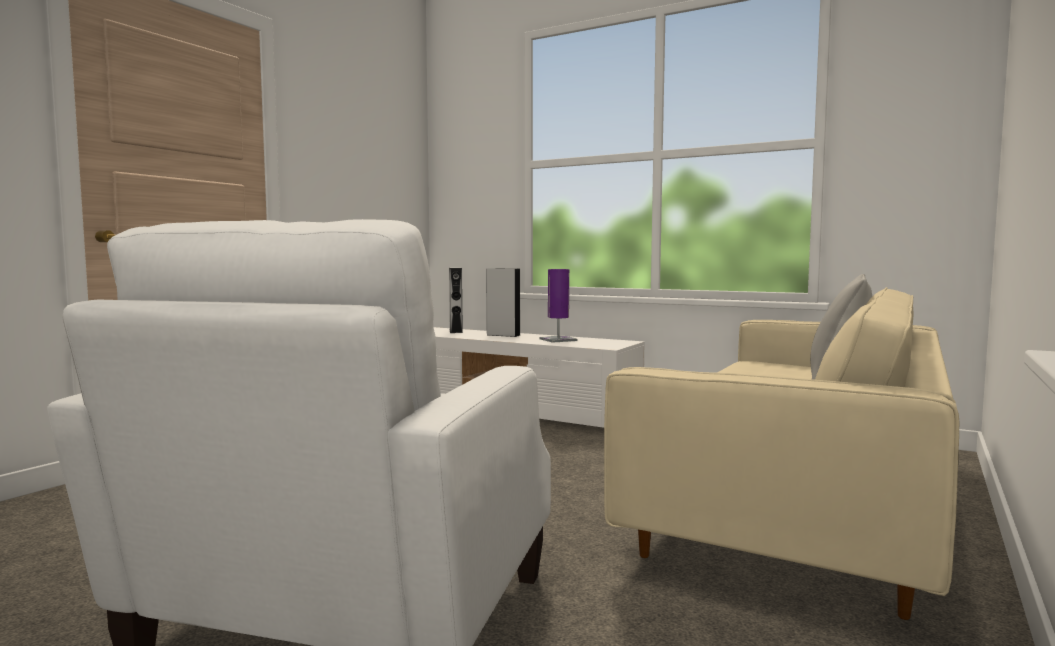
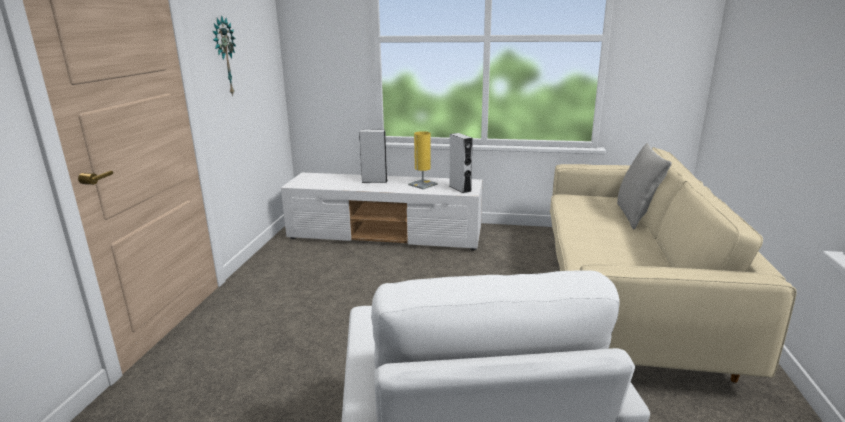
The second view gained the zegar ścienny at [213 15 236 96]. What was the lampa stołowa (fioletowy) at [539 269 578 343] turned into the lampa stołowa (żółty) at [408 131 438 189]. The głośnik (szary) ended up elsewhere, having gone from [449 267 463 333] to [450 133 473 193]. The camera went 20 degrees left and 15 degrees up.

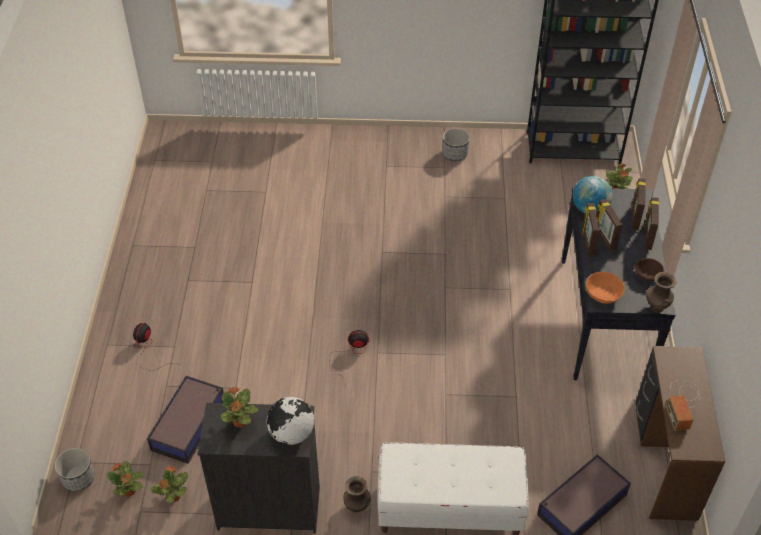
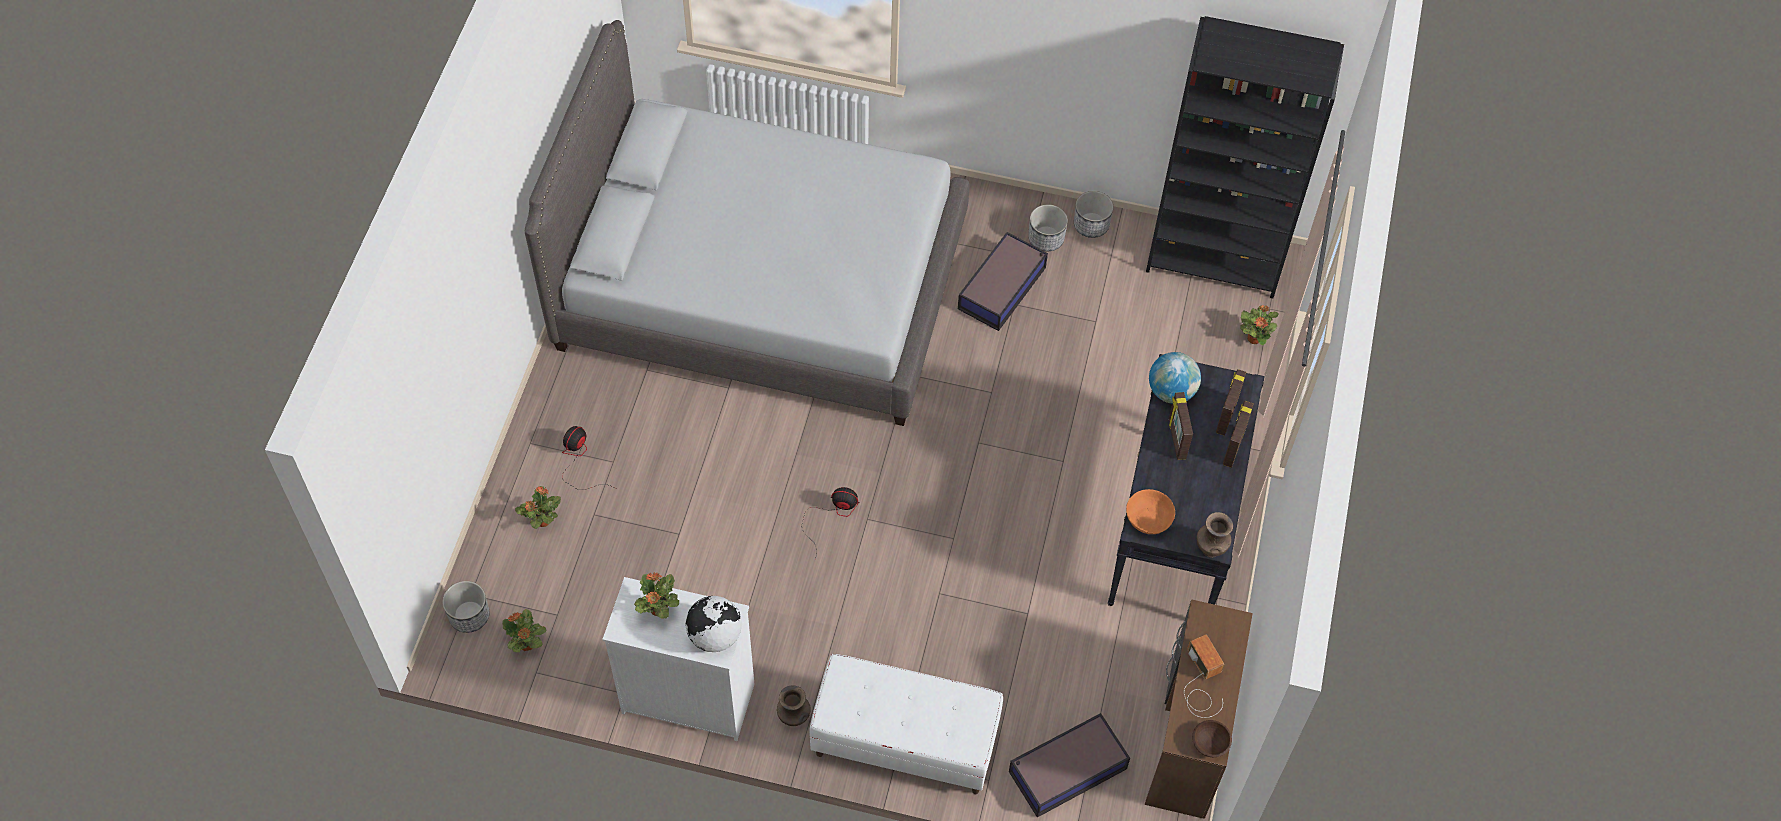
The roślina doniczkowa ended up elsewhere, having gone from [150 466 188 503] to [515 486 561 529]. The second view gained the łóżko (szary) at [525 20 969 426]. What was the komoda (czarny) at [197 403 320 534] turned into the komoda (biały) at [602 577 755 741]. The pojemnik do przechowywania ended up elsewhere, having gone from [147 376 224 464] to [958 232 1048 331]. The second view gained the donica at [1074 191 1113 238]. The radio at [666 380 700 431] ended up facing another way, 150 degrees clockwise from before. The miska (brązowy) ended up elsewhere, having gone from [635 258 664 281] to [1192 720 1232 757]. The second view lost the ramka na zdjęcie at [582 203 601 256]. The camera went 10 degrees right and 10 degrees up.

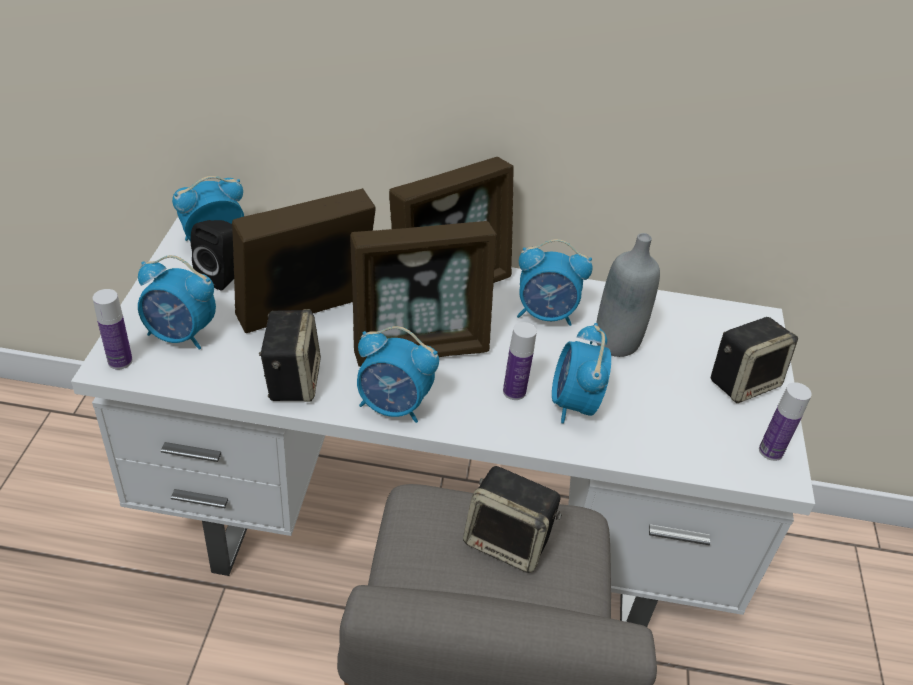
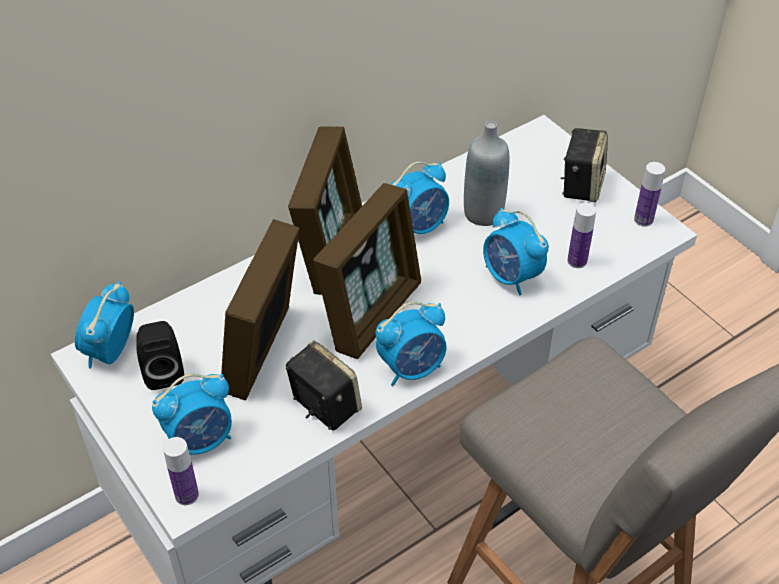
The butelka ended up elsewhere, having gone from [503 322 537 400] to [567 203 596 268]. The second view lost the głośnik at [463 466 562 573]. The camera went 40 degrees left and 5 degrees up.

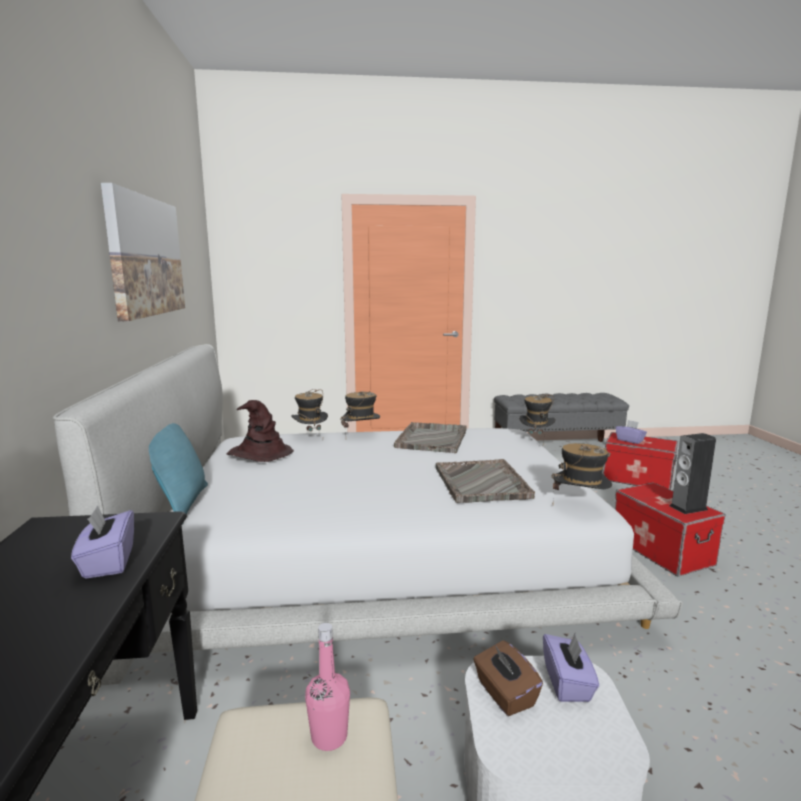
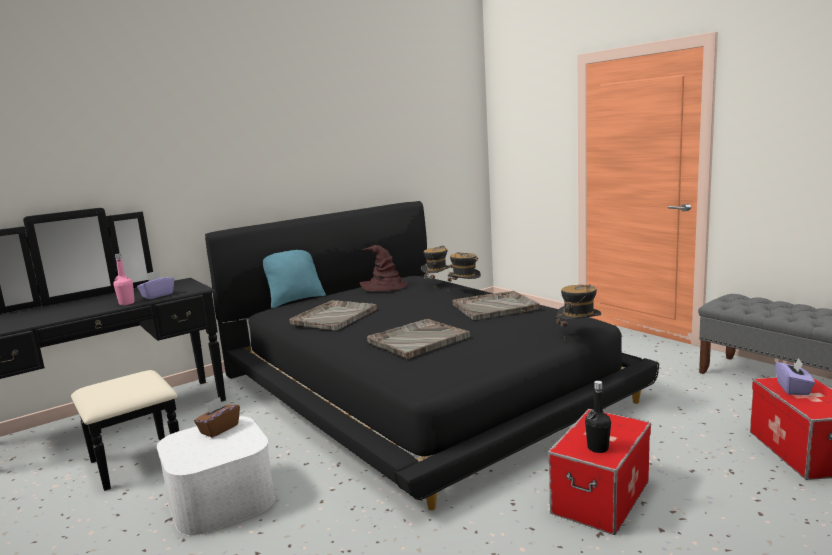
The butelka (różowy) ended up elsewhere, having gone from [305 623 350 751] to [113 254 135 305]. What was the łóżko (biały) at [53 344 682 685] turned into the łóżko (czarny) at [205 201 659 510]. The second view gained the taca (szary) at [289 300 377 331]. Where the głośnik stood at [669 433 716 514], the butelka (czarny) came to stand at [585 381 611 453]. The second view lost the obraz at [101 183 185 321]. The second view lost the pudełko chusteczek (fioletowy) at [543 634 599 702]. The second view lost the kapelusz at [552 443 612 497]. The camera went 60 degrees right and 0 degrees up.

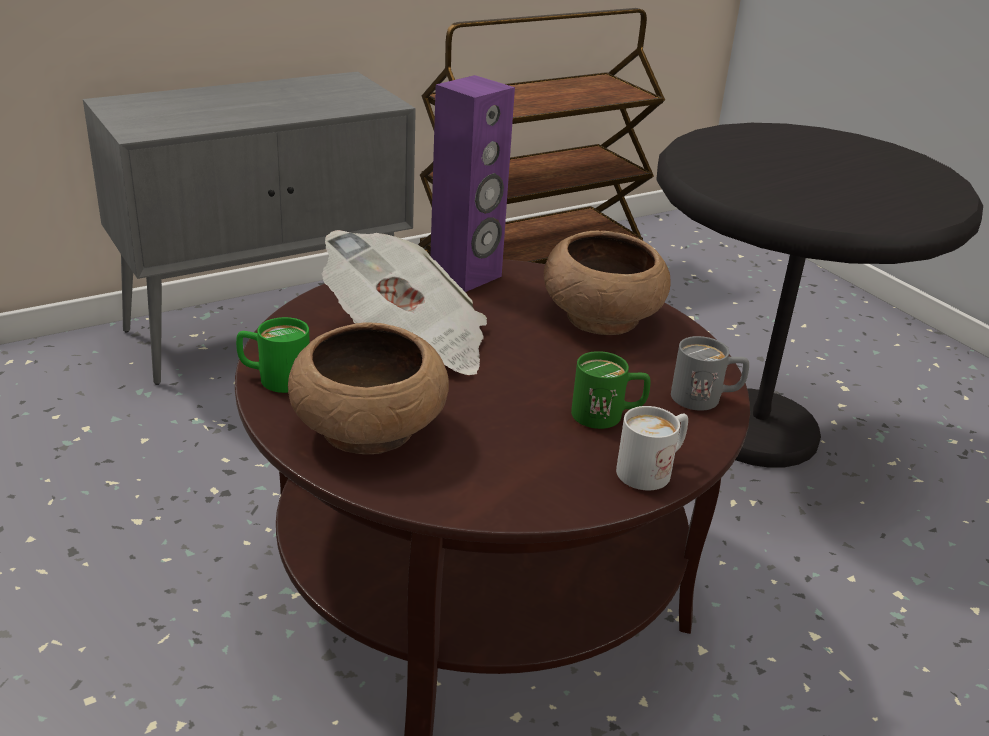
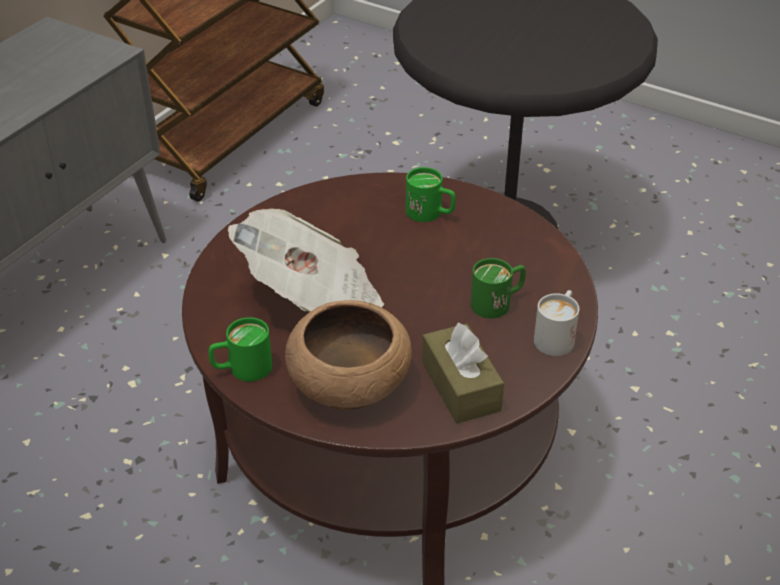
Where the miska (brązowy) stood at [544 231 671 335], the kubek (zielony) came to stand at [406 167 456 222]. The second view gained the pudełko chusteczek (brązowy) at [422 322 504 424]. The second view lost the głośnik (fioletowy) at [430 75 515 292]. The second view lost the kubek (szary) at [671 336 749 411]. The camera went 25 degrees left and 10 degrees up.

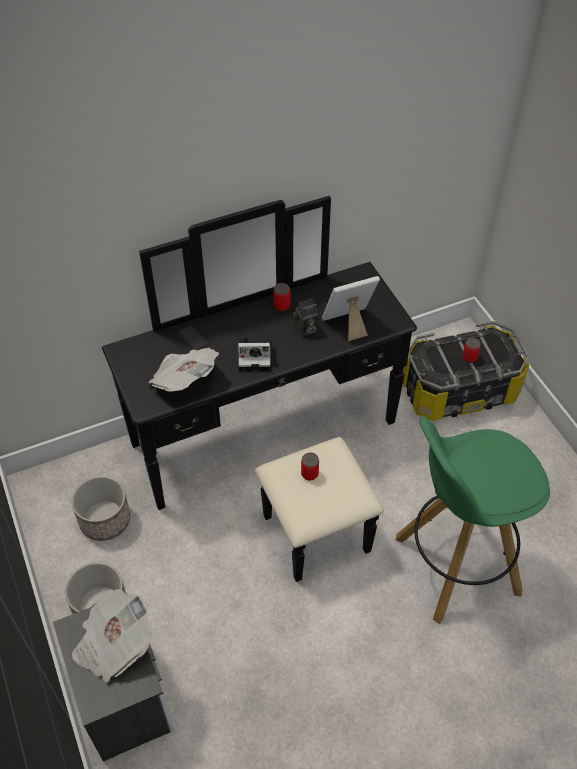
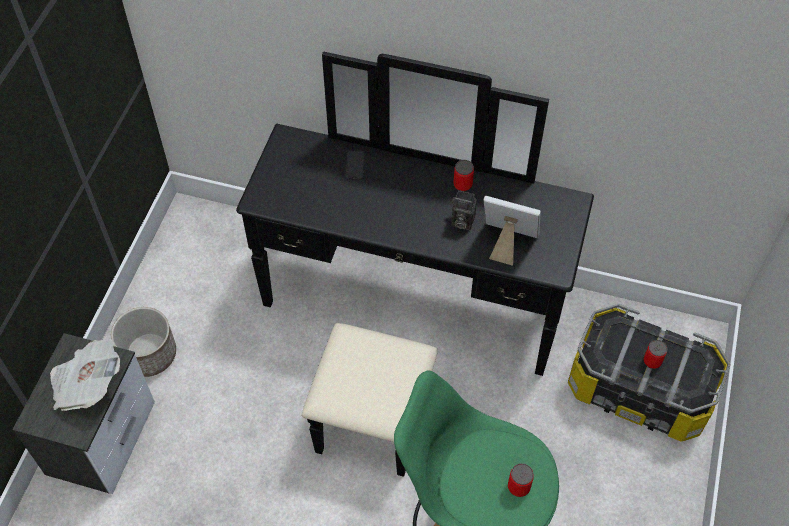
The puszka ended up elsewhere, having gone from [301 453 319 481] to [508 463 534 497]. The second view lost the donica at [72 476 131 541]. The second view lost the gazeta at [148 348 219 392]. The second view lost the aparat fotograficzny at [238 329 271 371]. The camera went 40 degrees right and 5 degrees up.

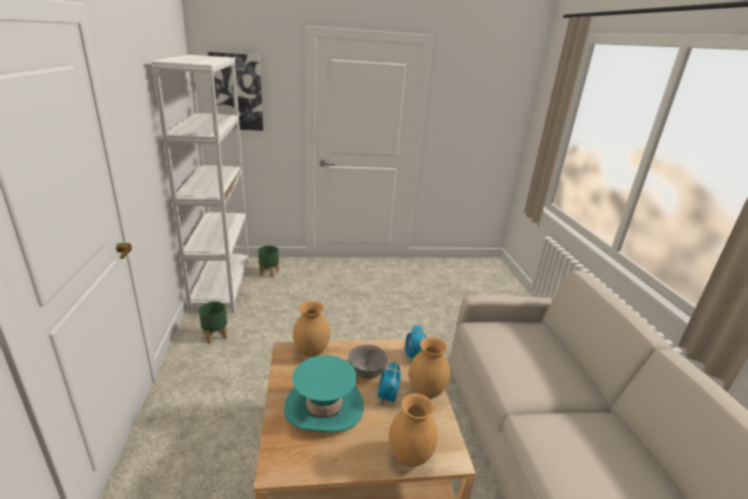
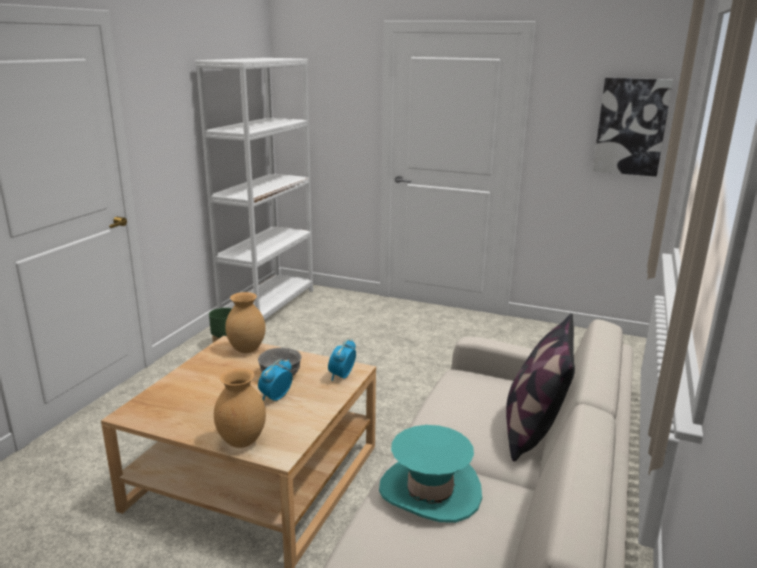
The kapelusz (turkusowy) ended up elsewhere, having gone from [284 355 364 433] to [379 425 482 523]. The second view gained the poduszka at [506 313 575 462]. The obraz ended up elsewhere, having gone from [208 52 263 131] to [593 78 673 177]. The second view lost the donica (zielony) at [258 246 279 278]. The second view lost the wazon (brązowy) at [409 337 450 399]. The camera went 30 degrees right and 5 degrees down.

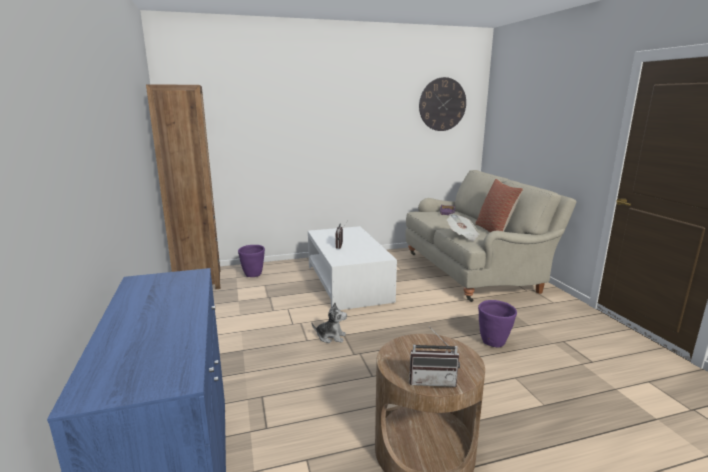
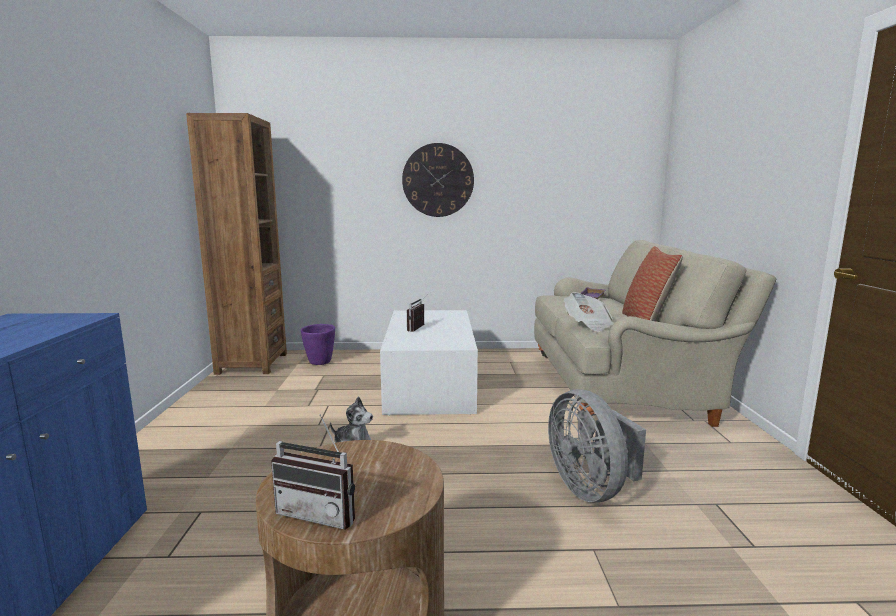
The zegar ścienny ended up elsewhere, having gone from [419 77 466 131] to [402 143 474 217]. Where the donica (fioletowy) stood at [478 300 517 347], the wentylator (szary) came to stand at [548 389 646 503]. The camera went 15 degrees right and 5 degrees down.

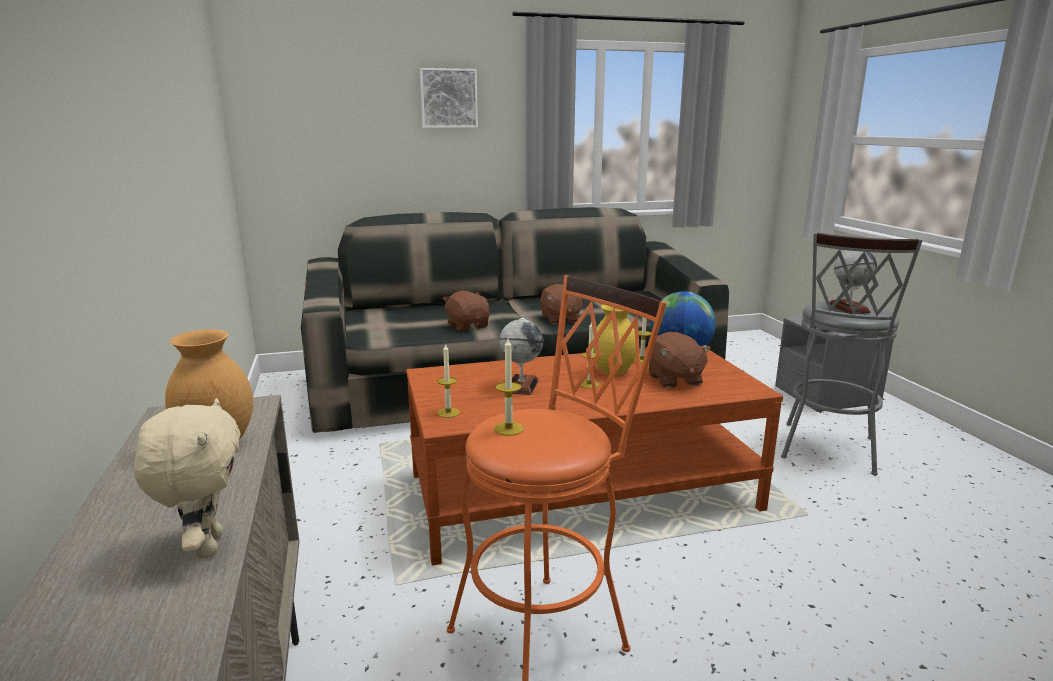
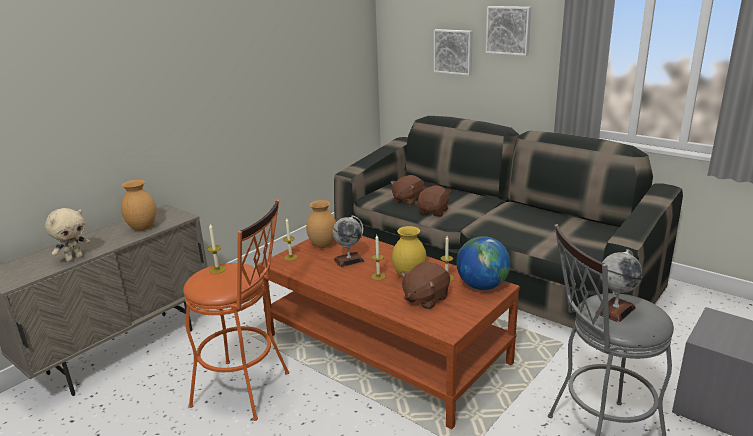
The second view gained the wazon (brązowy) at [306 200 336 248]. The pluszak (brązowy) ended up elsewhere, having gone from [540 284 583 325] to [391 175 425 206]. The second view gained the obraz at [434 29 473 75]. The camera went 55 degrees right and 5 degrees up.

